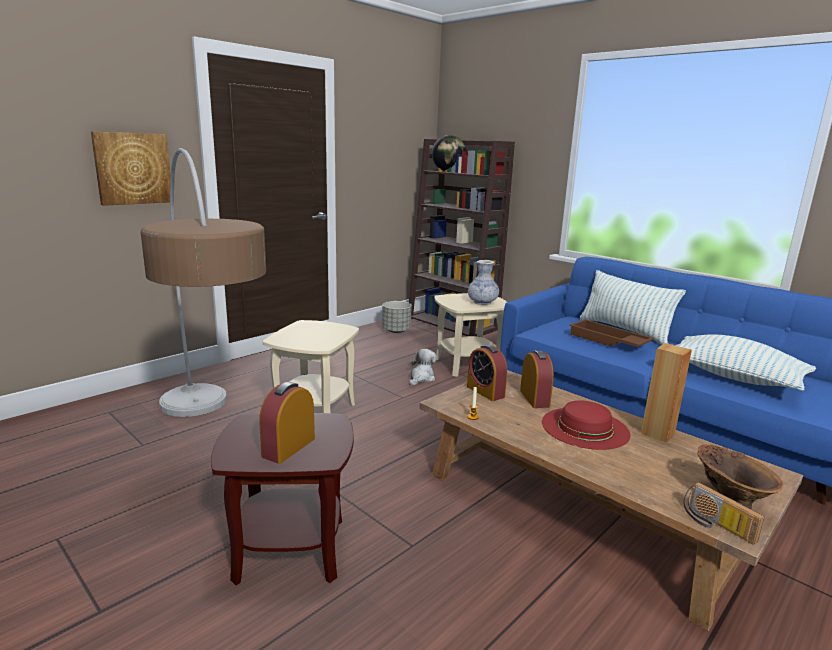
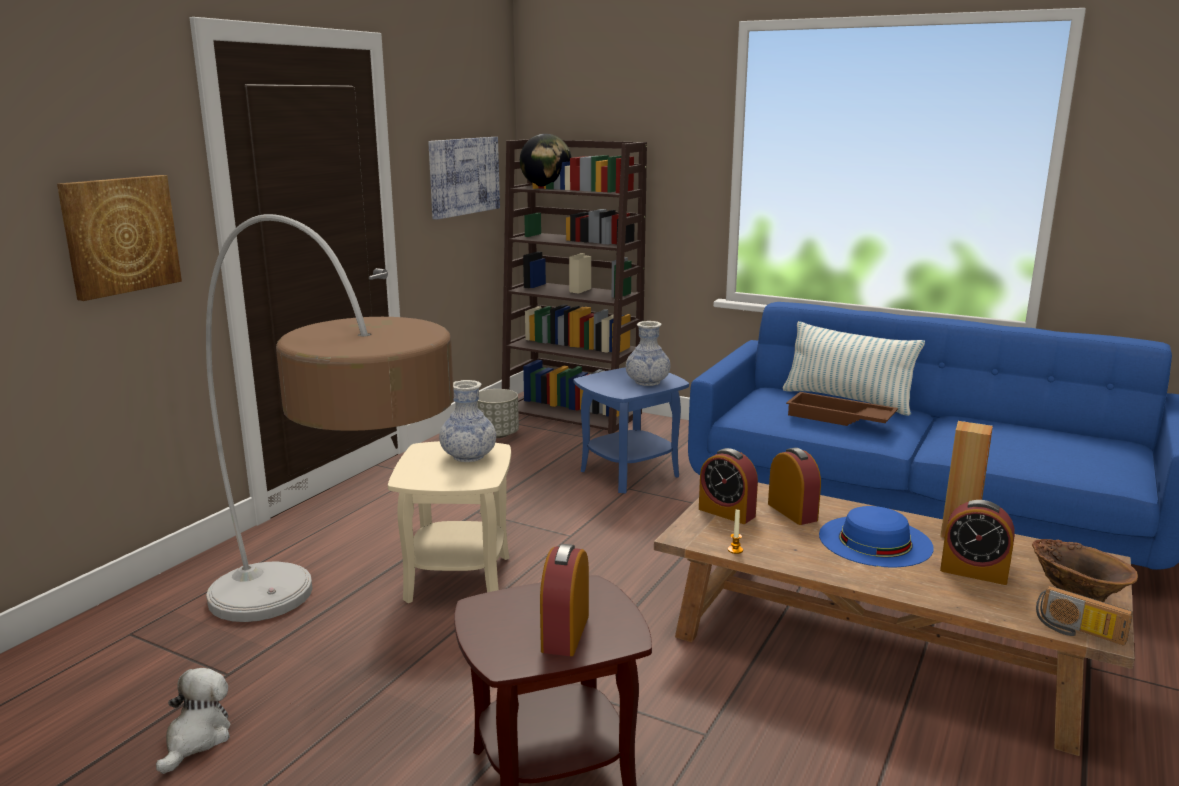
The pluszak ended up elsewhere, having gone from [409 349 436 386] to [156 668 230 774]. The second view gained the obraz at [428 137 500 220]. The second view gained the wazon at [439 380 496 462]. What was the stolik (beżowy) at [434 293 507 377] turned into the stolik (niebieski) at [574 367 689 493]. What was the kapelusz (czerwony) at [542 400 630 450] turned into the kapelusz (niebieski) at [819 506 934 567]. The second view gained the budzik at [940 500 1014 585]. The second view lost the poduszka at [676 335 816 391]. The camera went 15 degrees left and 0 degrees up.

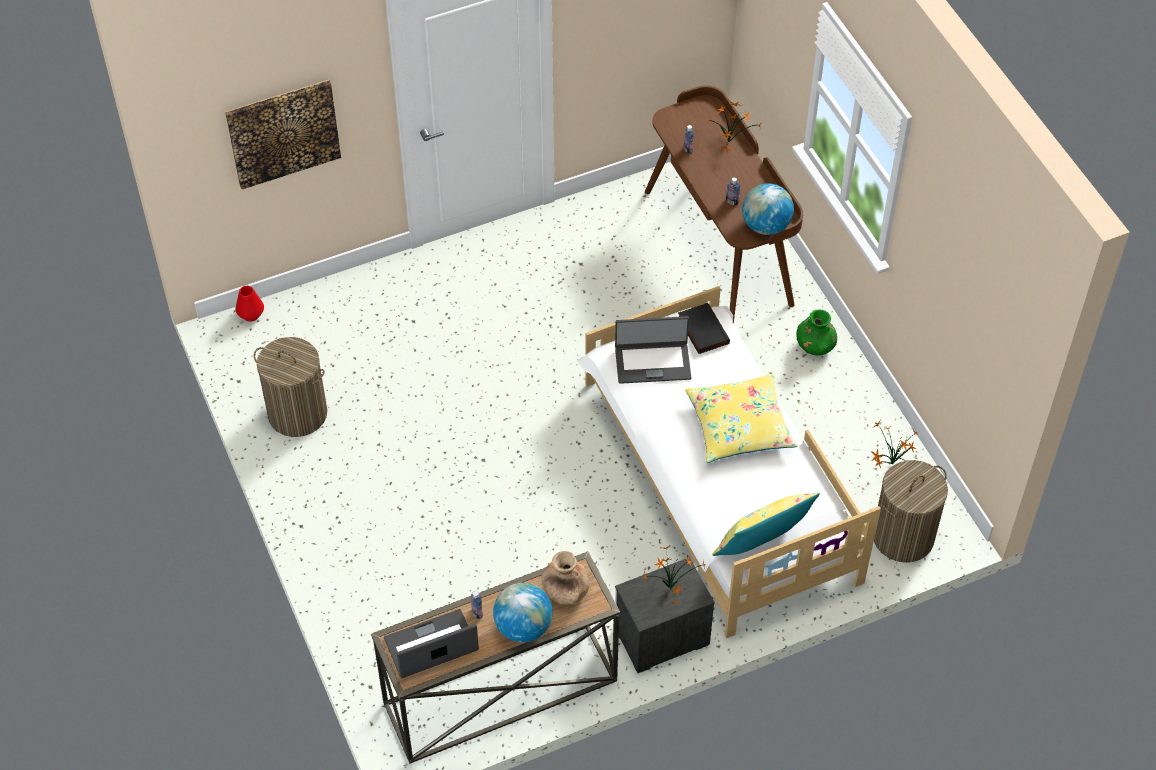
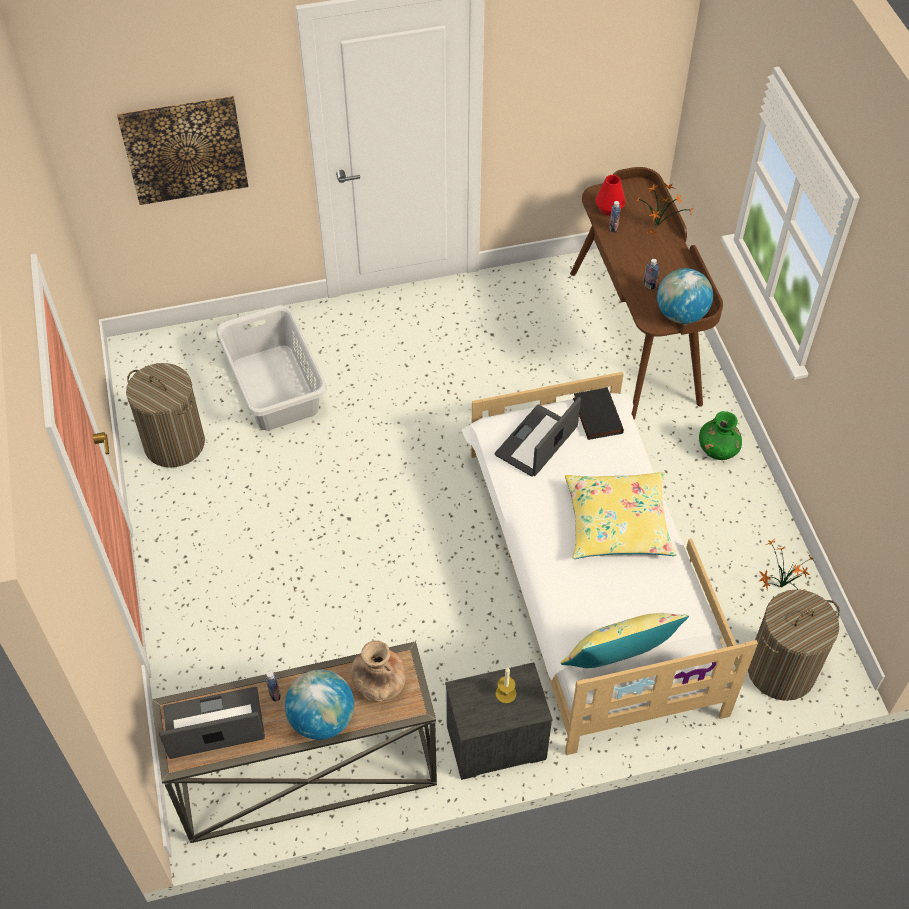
The second view gained the kosz na pranie (szary) at [216 305 327 430]. The laptop at [615 316 691 384] ended up facing another way, 120 degrees clockwise from before. Where the roślina doniczkowa stood at [643 546 705 605], the świeca came to stand at [495 668 517 703]. The wazon (czerwony) ended up elsewhere, having gone from [235 286 264 322] to [595 175 625 216]. The camera went 10 degrees right and 0 degrees up.

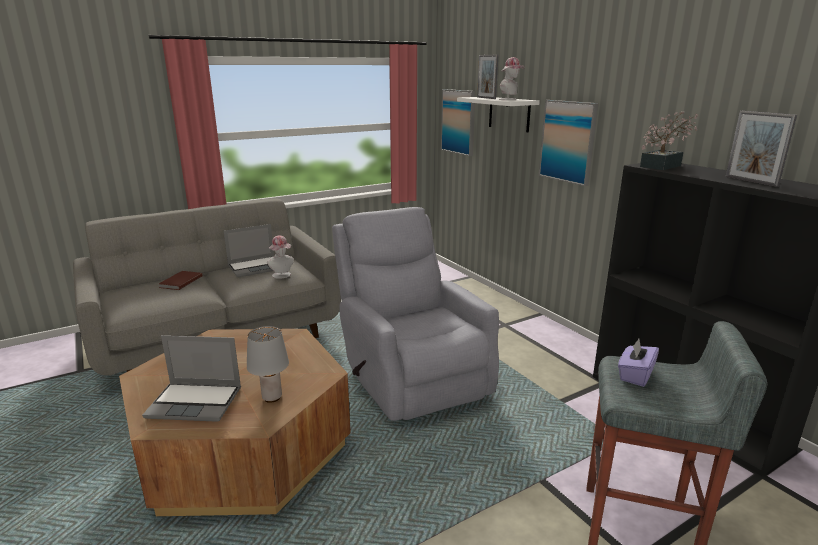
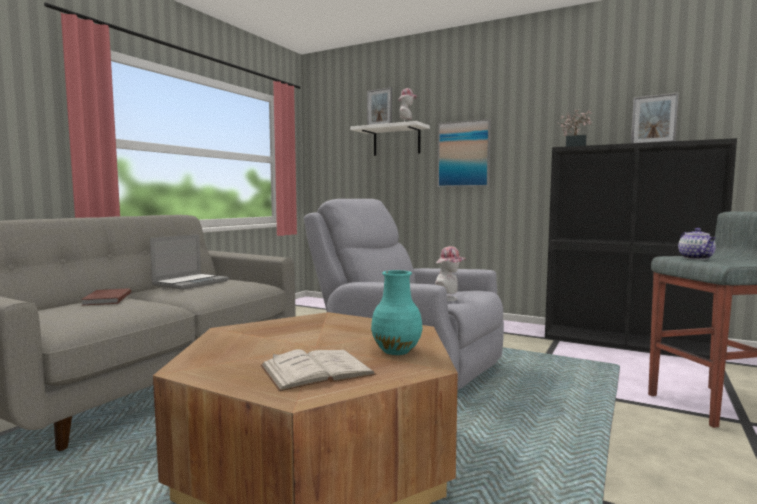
Where the laptop stood at [142 335 241 422], the książka (biały) came to stand at [261 349 376 391]. Where the lampa stołowa (szary) stood at [247 326 289 403], the wazon (turkusowy) came to stand at [371 270 423 355]. The kapelusz ended up elsewhere, having gone from [267 235 294 279] to [435 246 467 301]. Where the pudełko chusteczek (fioletowy) stood at [618 339 659 387], the imbryk came to stand at [678 228 716 260]. The second view lost the obraz at [441 89 476 156]. The camera went 30 degrees left and 15 degrees down.

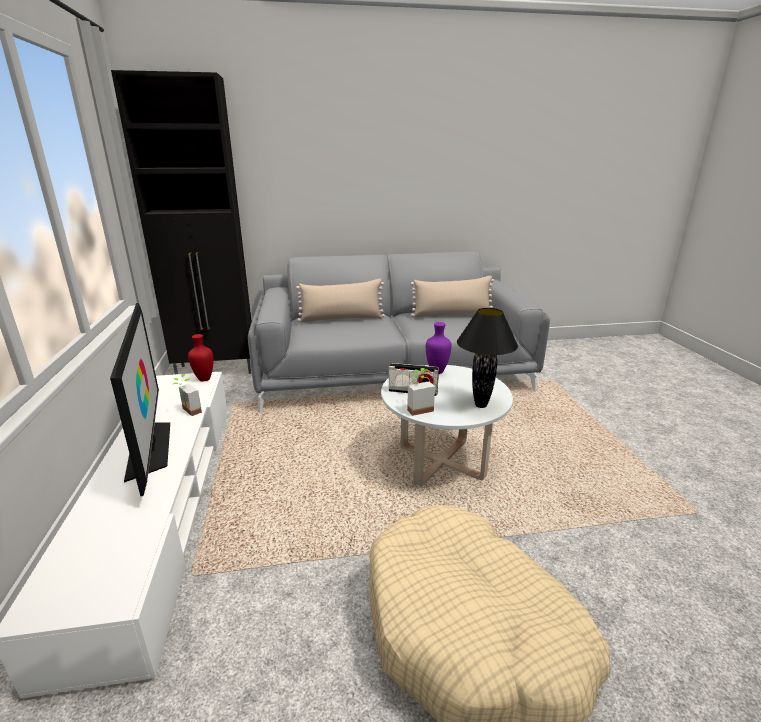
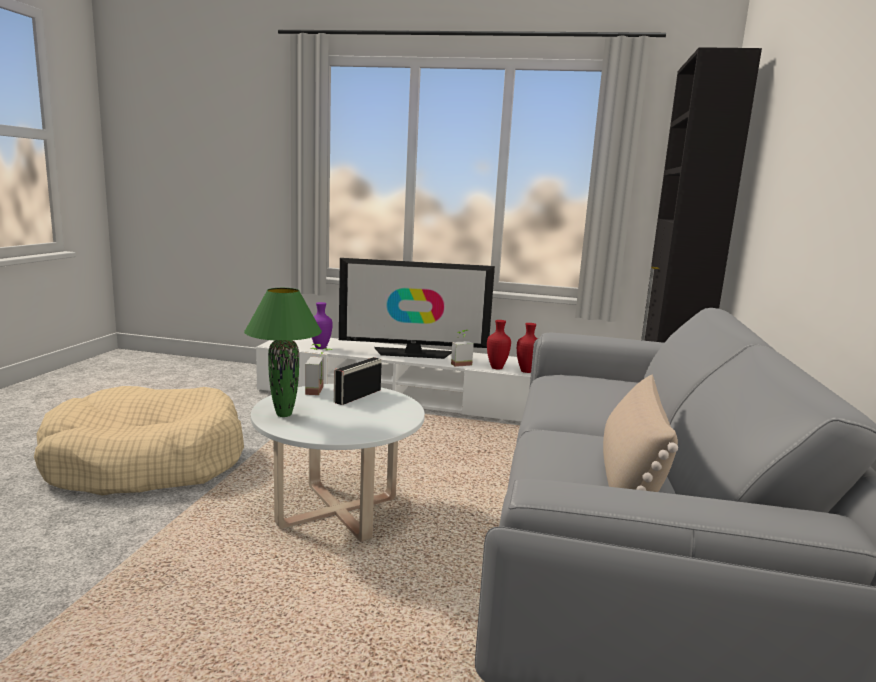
What was the lampa stołowa (czarny) at [457 308 518 408] turned into the lampa stołowa (zielony) at [244 288 322 417]. The wazon (fioletowy) ended up elsewhere, having gone from [426 322 452 374] to [312 302 333 349]. The second view gained the wazon (czerwony) at [487 320 511 369]. The second view lost the poduszka (beżowy) at [296 279 385 322]. The camera went 110 degrees right and 10 degrees down.

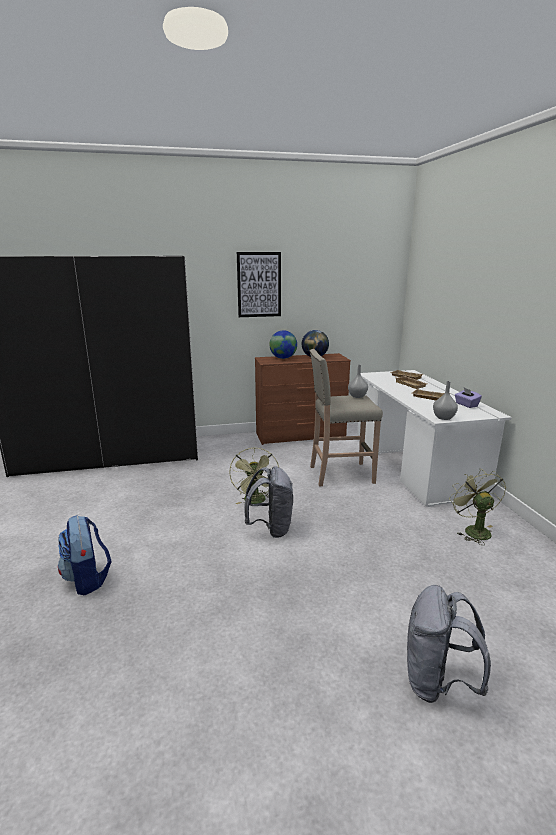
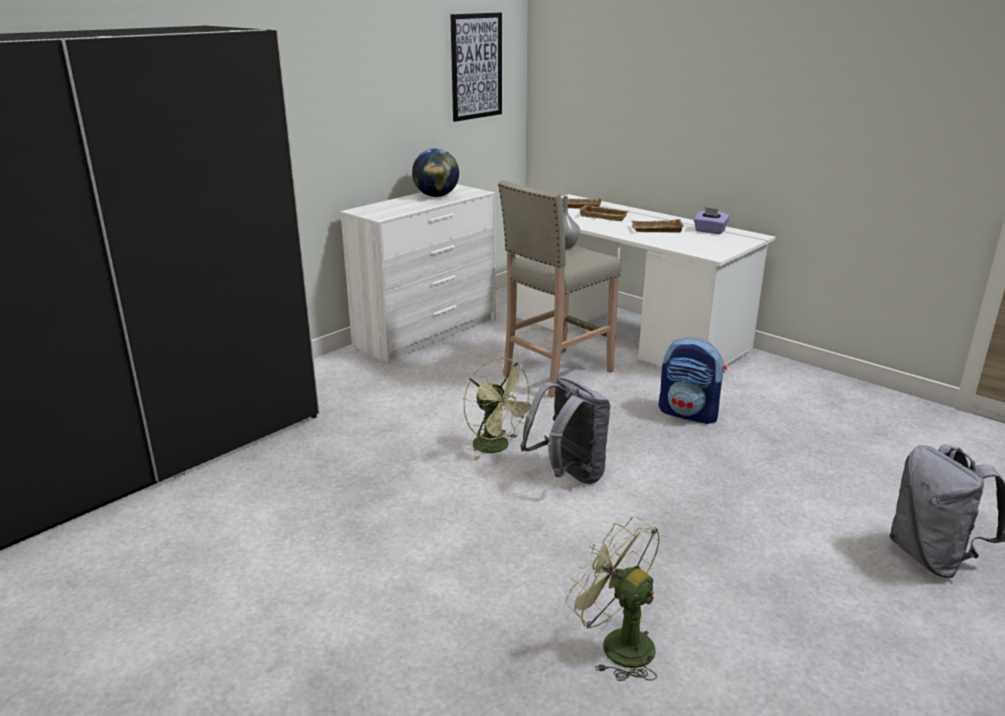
What was the komoda (brązowy) at [255 353 351 445] turned into the komoda (biały) at [340 184 496 363]. The obraz ended up elsewhere, having gone from [237 252 281 317] to [450 13 502 122]. The wentylator (zielony) ended up elsewhere, having gone from [449 468 506 545] to [566 516 660 681]. The plecak ended up elsewhere, having gone from [58 515 112 595] to [658 338 727 424]. The second view lost the globus at [269 330 297 359]. The second view lost the wazon (szary) at [433 381 458 420]. The camera went 35 degrees left and 5 degrees up.

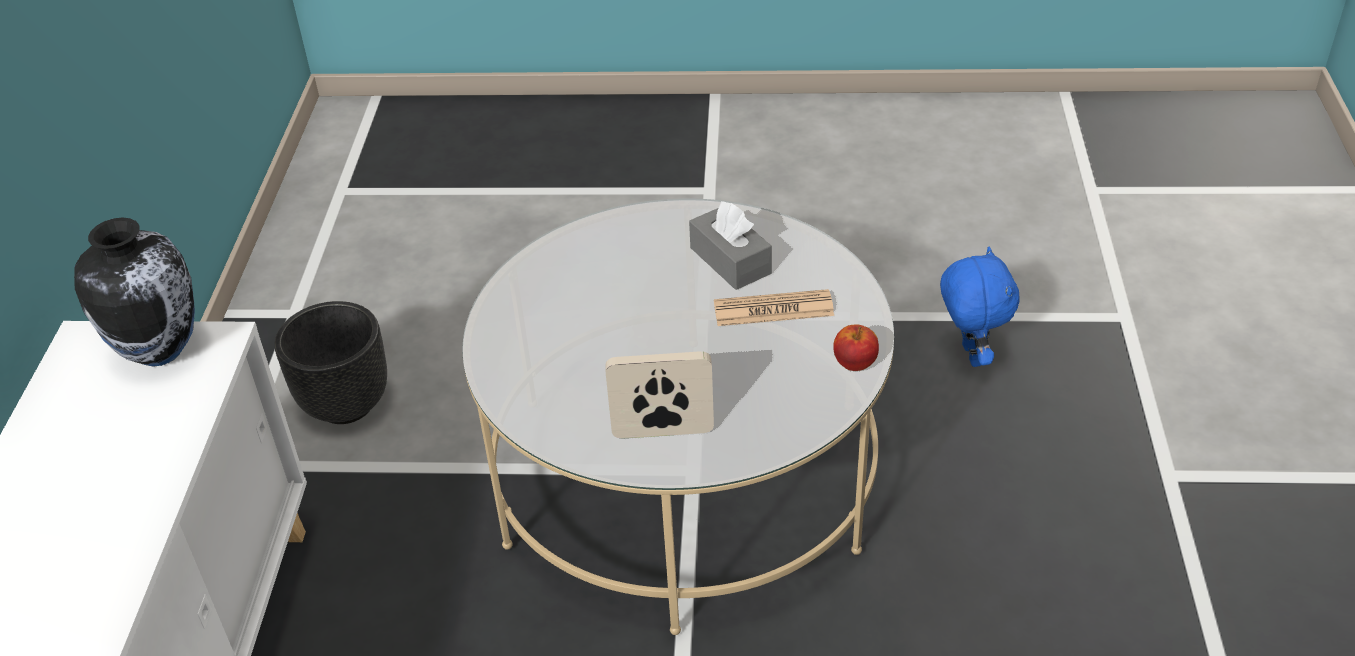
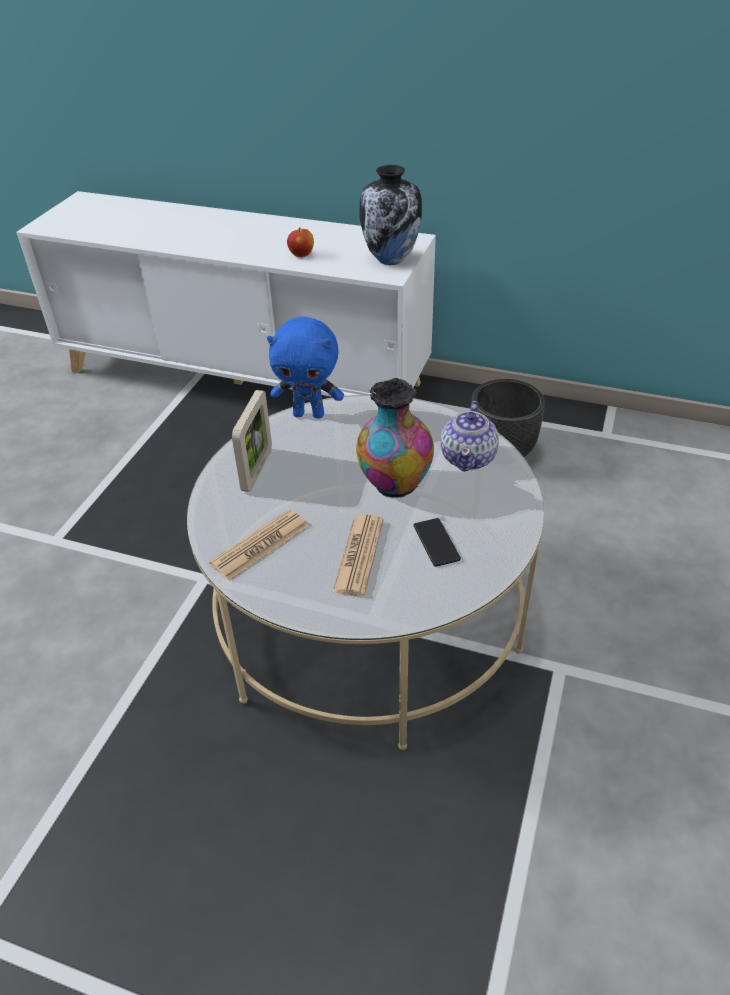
The second view gained the gazeta at [209 509 309 581]. The pluszak (niebieski) ended up elsewhere, having gone from [940 247 1020 367] to [267 317 344 419]. The jabłko ended up elsewhere, having gone from [833 324 879 371] to [287 227 314 257]. The second view gained the wazon at [356 378 434 498]. Where the pudełko chusteczek (szary) stood at [689 201 772 290], the telefon came to stand at [413 518 461 567]. The second view gained the imbryk at [441 401 499 471]. The camera went 105 degrees right and 0 degrees up.

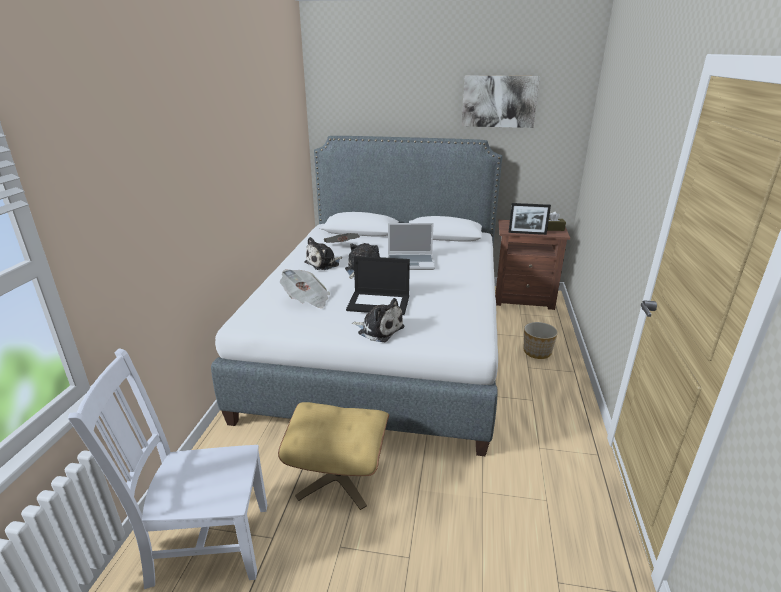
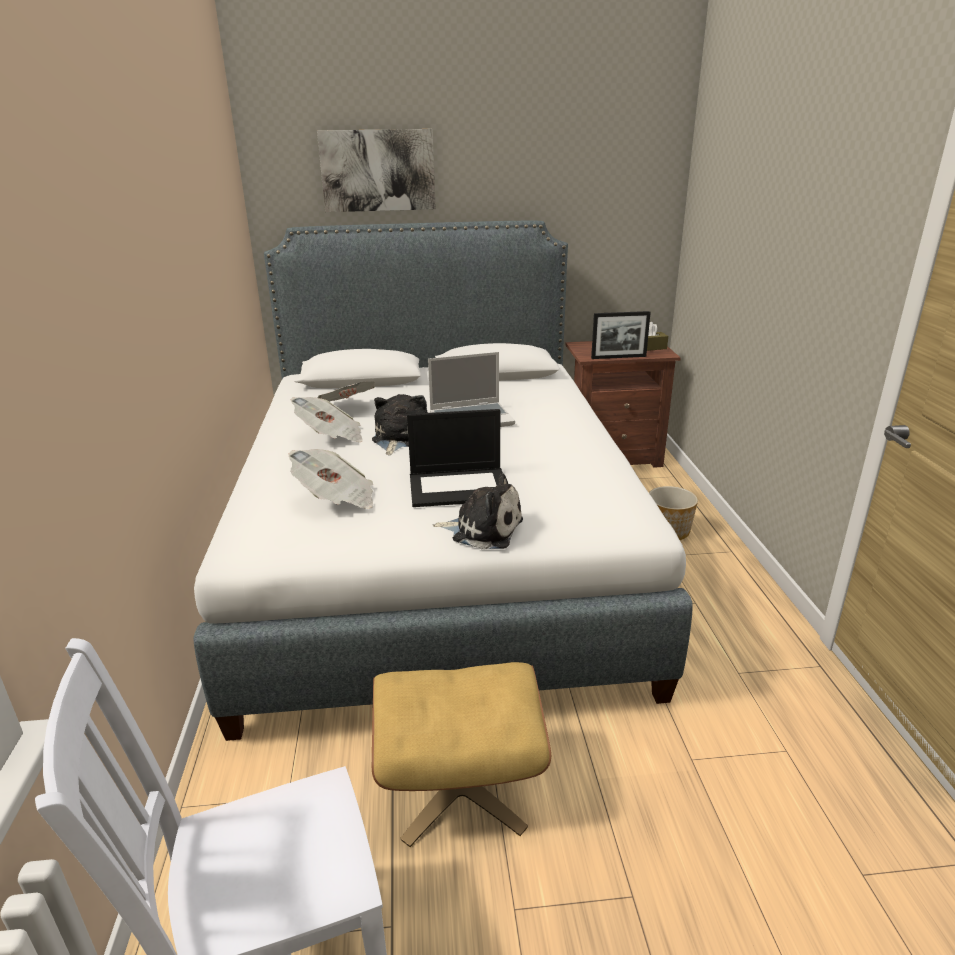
Where the pluszak stood at [304 237 342 270], the gazeta came to stand at [291 397 363 442]. The obraz ended up elsewhere, having gone from [462 75 540 128] to [317 129 436 212]. The camera went 15 degrees left and 0 degrees up.

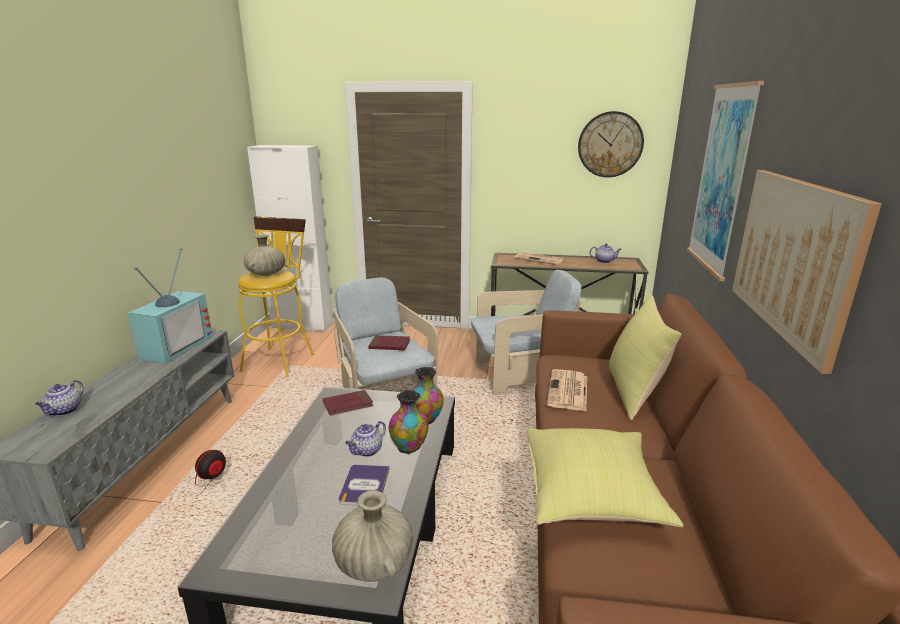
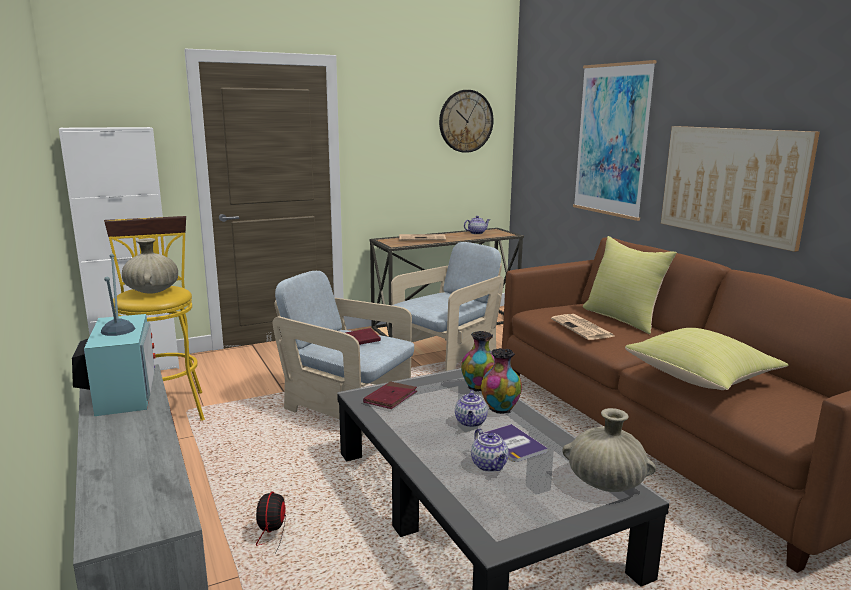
The imbryk ended up elsewhere, having gone from [35 380 84 416] to [471 428 509 472]. The camera went 35 degrees left and 5 degrees down.

